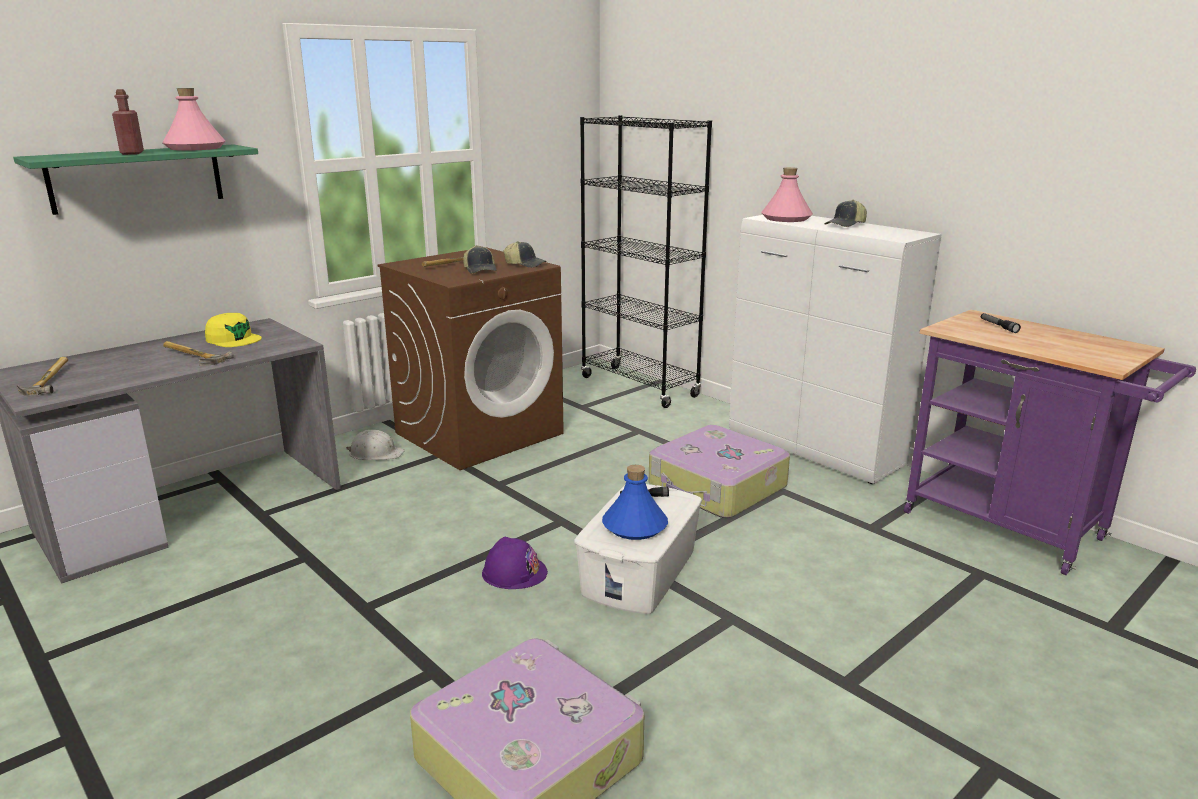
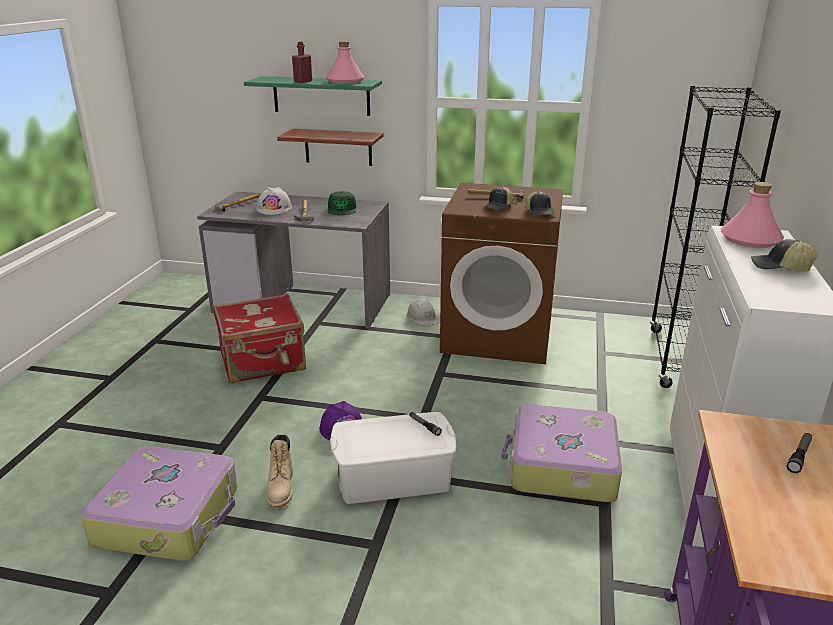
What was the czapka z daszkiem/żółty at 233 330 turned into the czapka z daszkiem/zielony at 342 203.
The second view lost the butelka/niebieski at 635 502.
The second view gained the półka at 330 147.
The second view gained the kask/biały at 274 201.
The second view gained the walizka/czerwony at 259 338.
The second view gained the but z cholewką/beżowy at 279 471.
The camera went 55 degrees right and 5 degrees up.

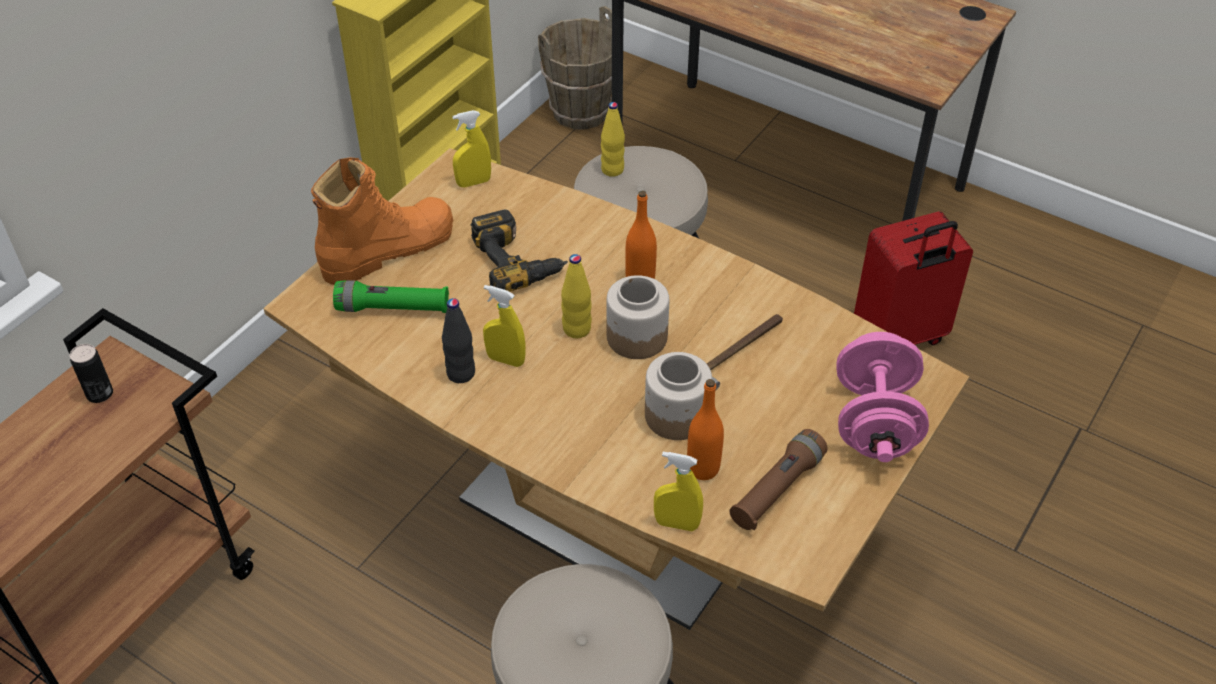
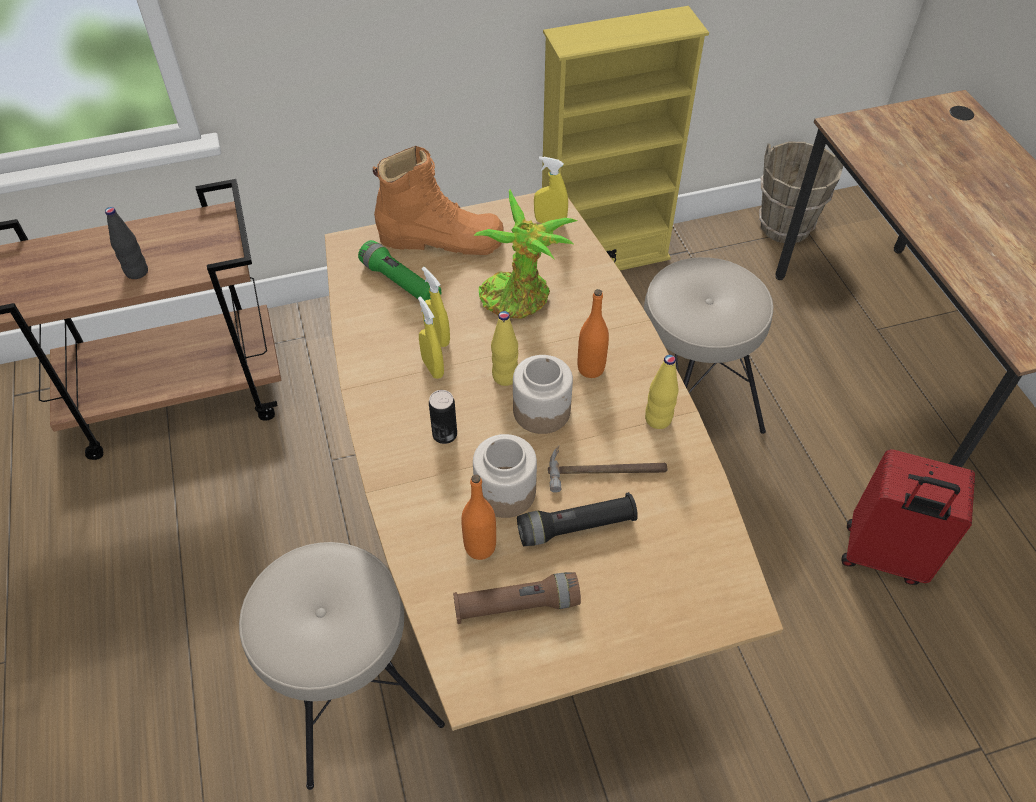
The butelka/żółty ended up elsewhere, having gone from 613 139 to 662 392.
Where the wiertarka stood at 519 250, the roślina doniczkowa came to stand at 525 254.
The butelka/czarny ended up elsewhere, having gone from 458 340 to 126 243.
The second view lost the hantel/różowy at 882 397.
The puszka ended up elsewhere, having gone from 91 373 to 443 417.
The spryskiwacz/żółty ended up elsewhere, having gone from 678 491 to 436 307.
The second view gained the latarka/czarny at 577 519.
The camera went 40 degrees right and 5 degrees up.

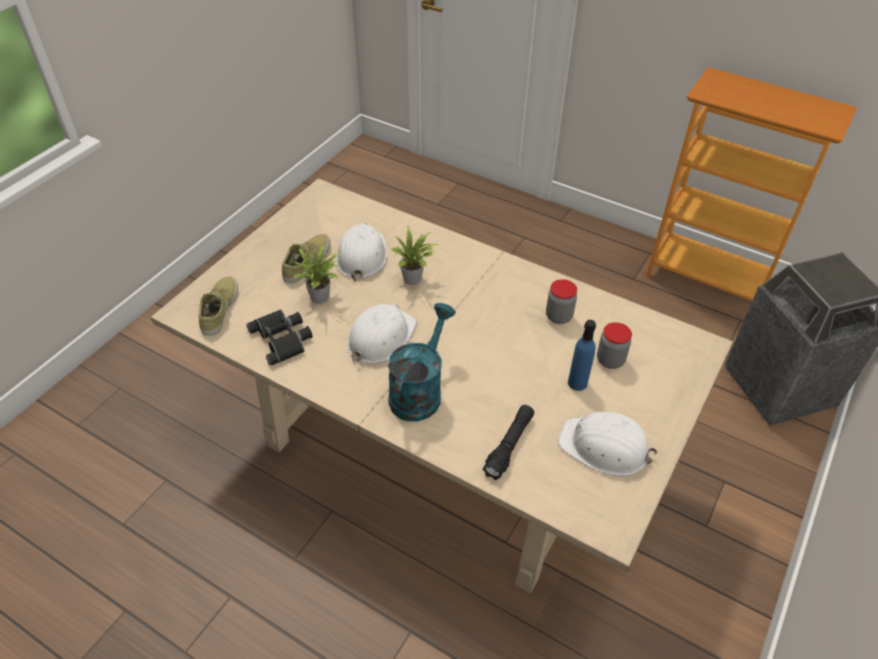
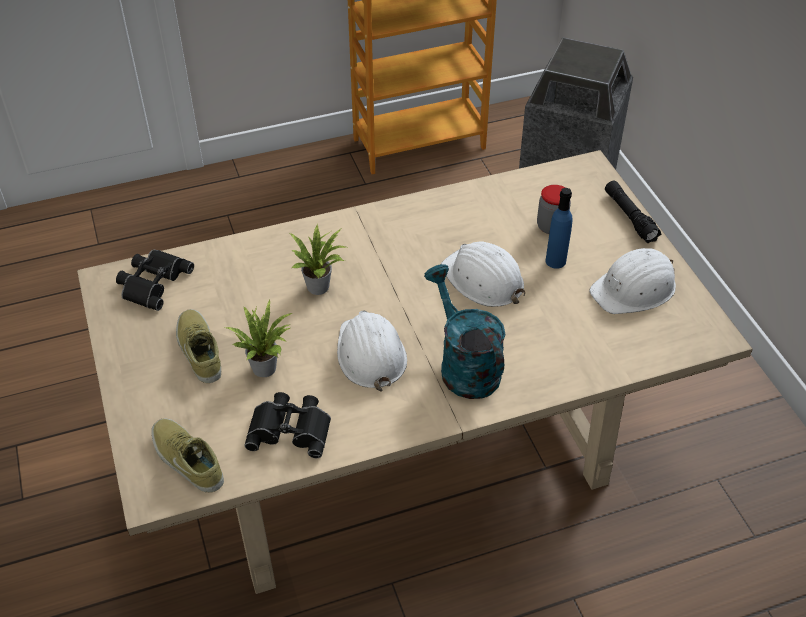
The kask/biały ended up elsewhere, having gone from 361 252 to 483 274.
The second view lost the słoik at 561 301.
The latarka/czarny ended up elsewhere, having gone from 508 442 to 633 212.
The second view gained the lornetka/czarny at 155 280.
The camera went 50 degrees left and 0 degrees up.

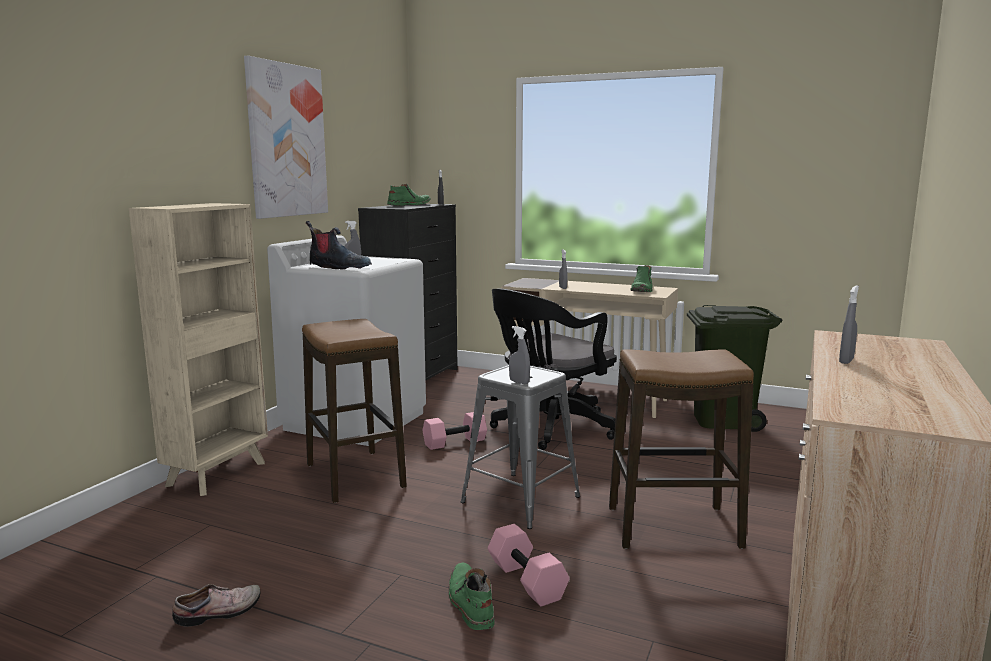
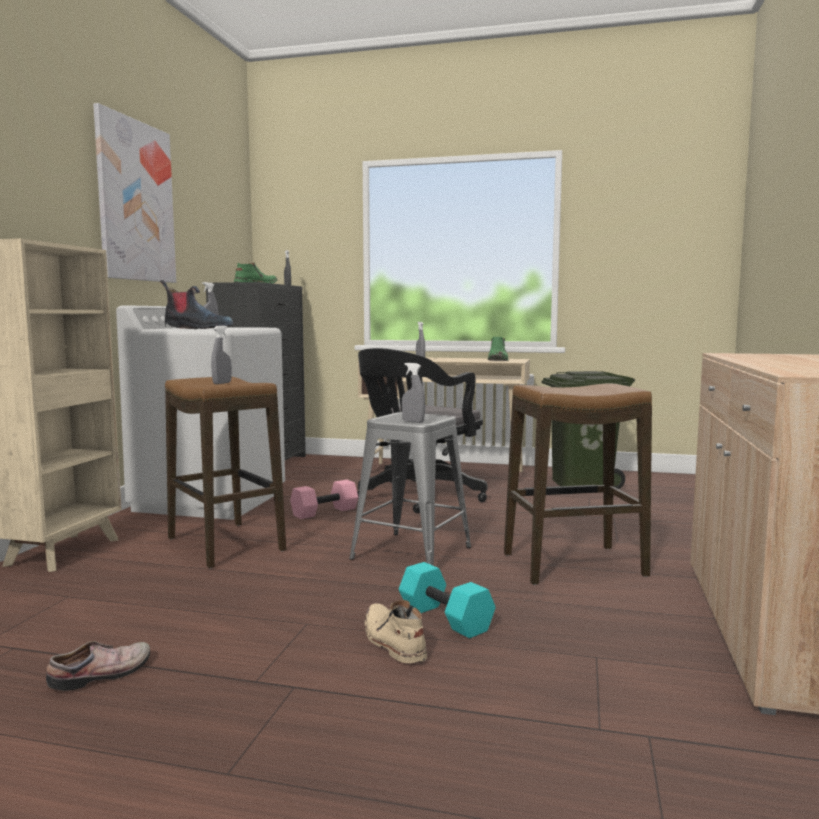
The spryskiwacz/szary ended up elsewhere, having gone from 849 324 to 221 355.
What was the hantel/różowy at 528 565 turned into the hantel/turkusowy at 447 600.
What was the but z cholewką/zielony at 472 596 turned into the but z cholewką/beżowy at 396 631.
The camera went 10 degrees left and 5 degrees down.

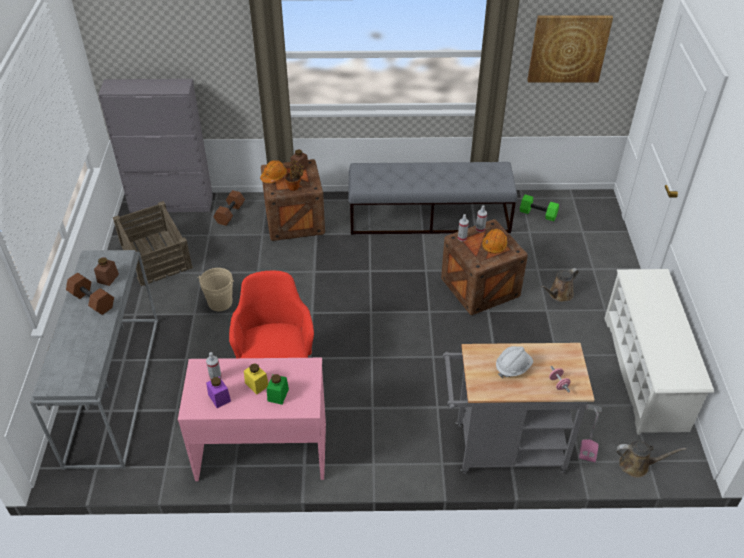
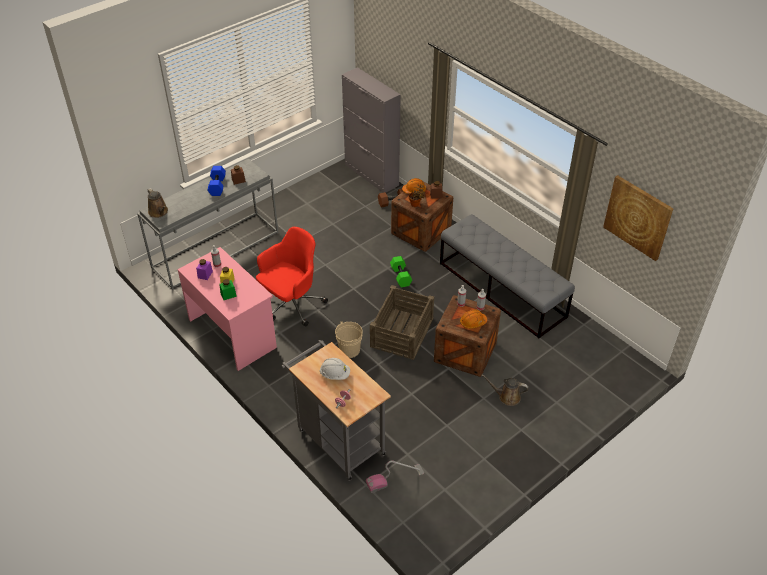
The hantel/zielony ended up elsewhere, having gone from 539 208 to 401 271.
The skrzynka ended up elsewhere, having gone from 153 243 to 402 322.
The wiadro/beżowy ended up elsewhere, having gone from 215 289 to 349 339.
The second view lost the regał na buty/biały at 659 352.
What was the hantel/brązowy at 90 294 turned into the hantel/niebieski at 216 181.
The konewka/brązowy ended up elsewhere, having gone from 651 459 to 157 203.
The camera went 50 degrees right and 0 degrees up.

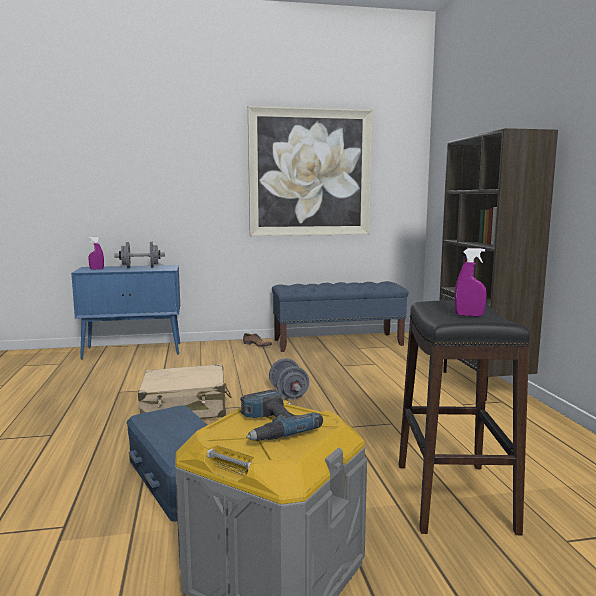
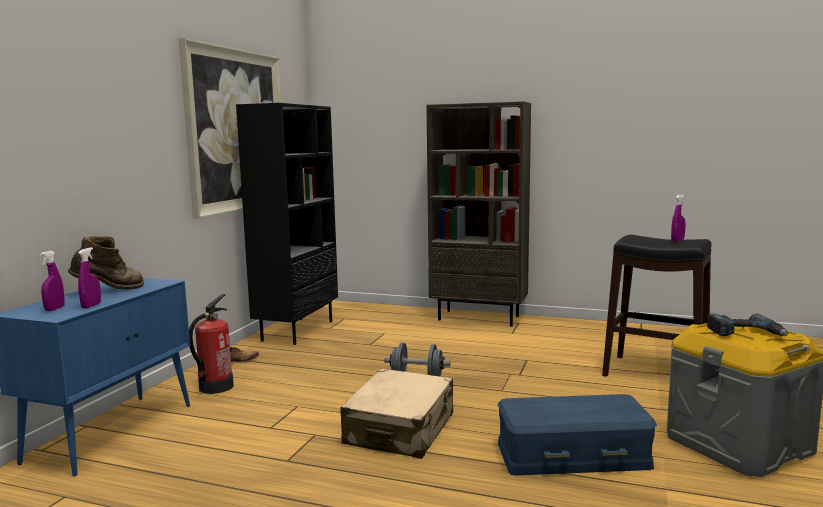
Where the hantel/szary stood at 139 255, the but z cholewką/brązowy came to stand at 106 263.
Where the ławka/niebieski stood at 340 316, the regał/czarny came to stand at 287 224.
The second view gained the spryskiwacz/fioletowy at 89 278.
The second view gained the gaśnica at 211 344.
The camera went 60 degrees left and 0 degrees up.

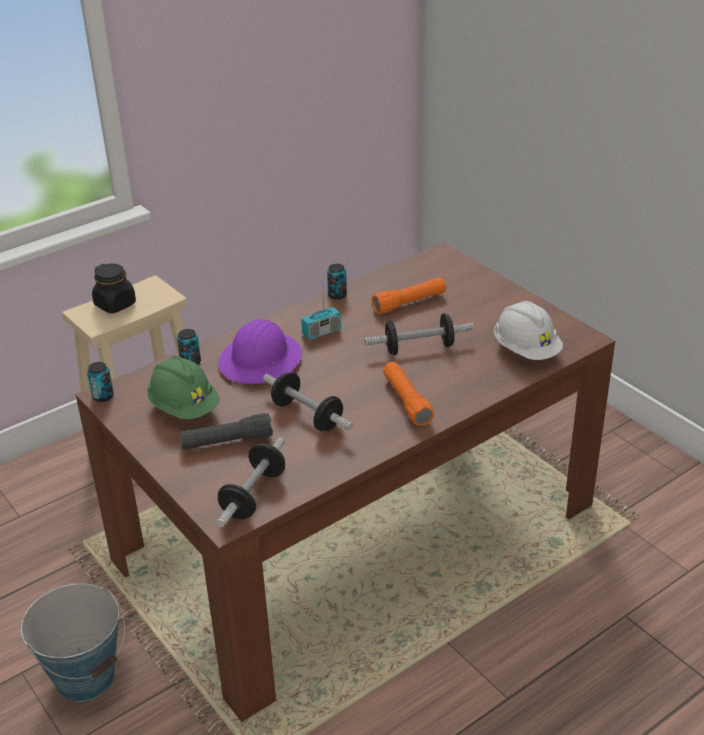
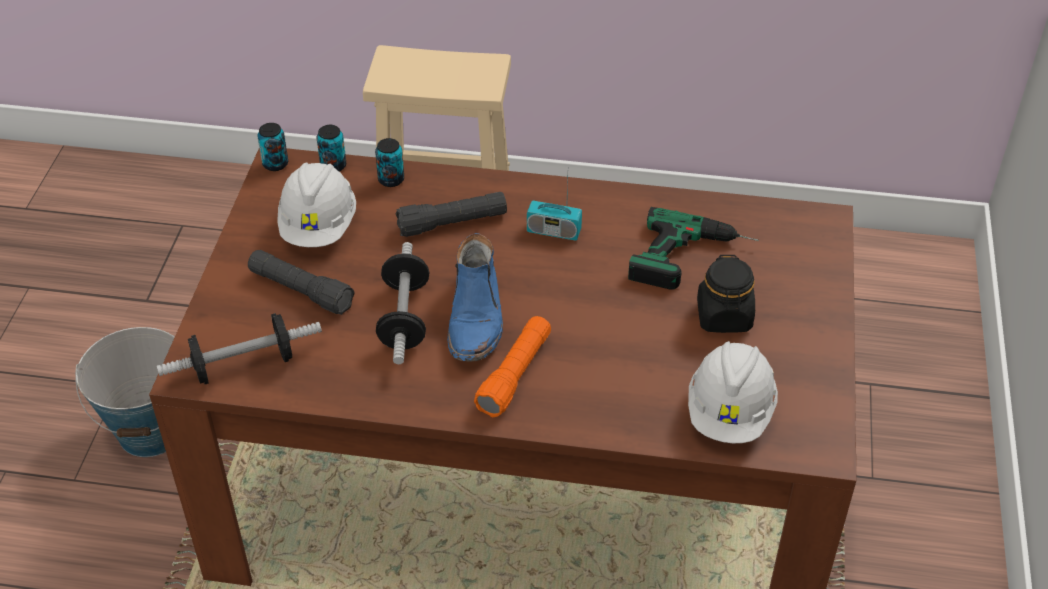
The słoik/czarny ended up elsewhere, having gone from 114 288 to 726 294.
The puszka ended up elsewhere, having gone from 337 282 to 331 148.
Where the latarka/pomarańczowy stood at 408 295, the wiertarka came to stand at 693 248.
The second view lost the hantel at 419 334.
Where the kask/fioletowy stood at 260 351, the latarka/czarny came to stand at 451 214.
What was the kask/zielony at 183 387 turned into the kask/biały at 316 205.
The second view gained the but z cholewką/niebieski at 475 297.
The camera went 45 degrees right and 10 degrees up.

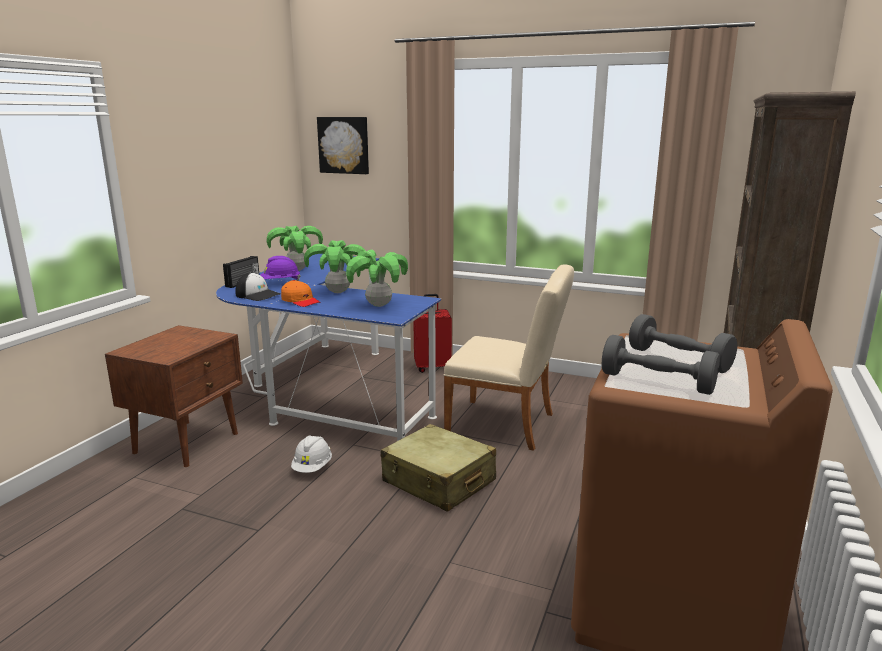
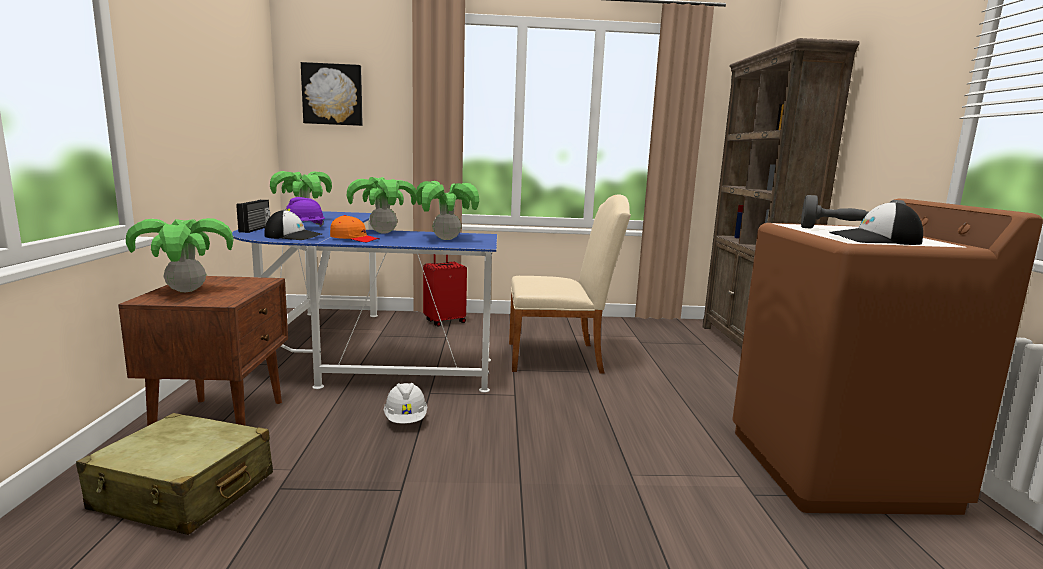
Where the hantel/szary stood at 661 365, the czapka z daszkiem came to stand at 876 223.
The walizka/beżowy ended up elsewhere, having gone from 438 468 to 174 474.
The second view gained the roślina doniczkowa at 180 255.
The camera went 25 degrees left and 5 degrees down.

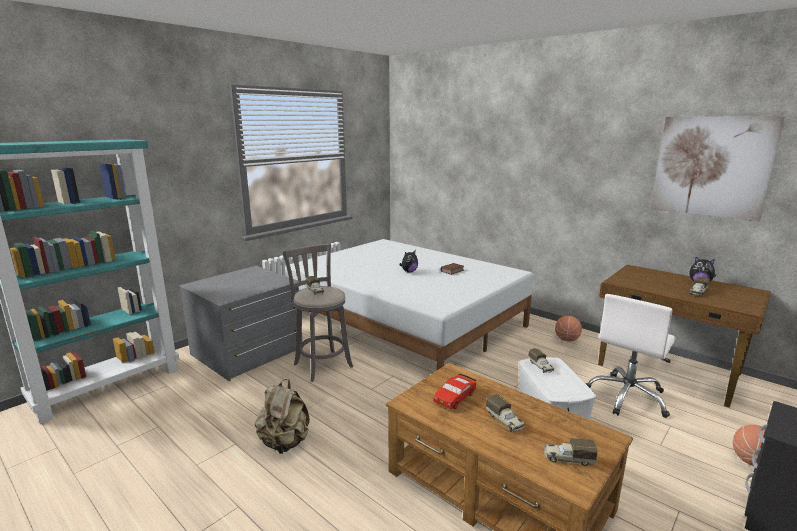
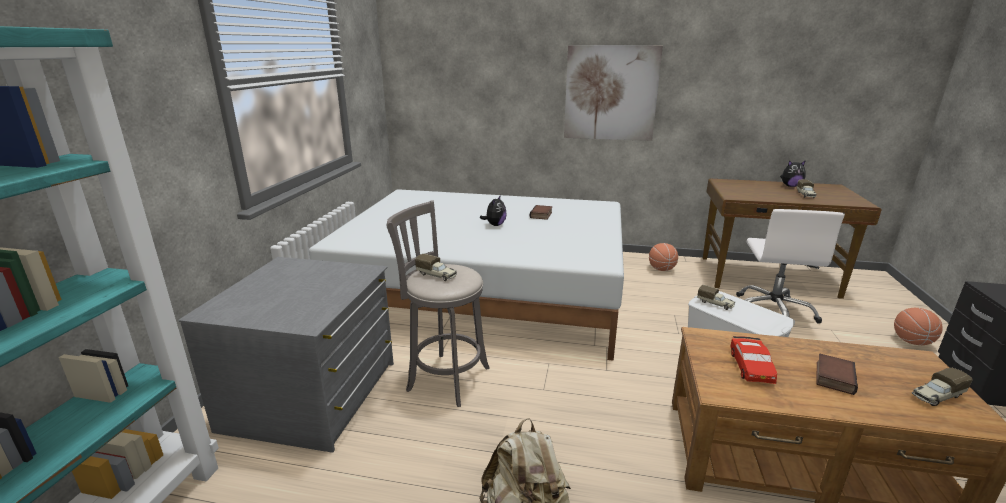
The obraz ended up elsewhere, having gone from 718 168 to 613 93.
Where the ciężarówka zabawkowa stood at 505 413, the książka came to stand at 837 374.
The camera went 30 degrees left and 5 degrees up.

